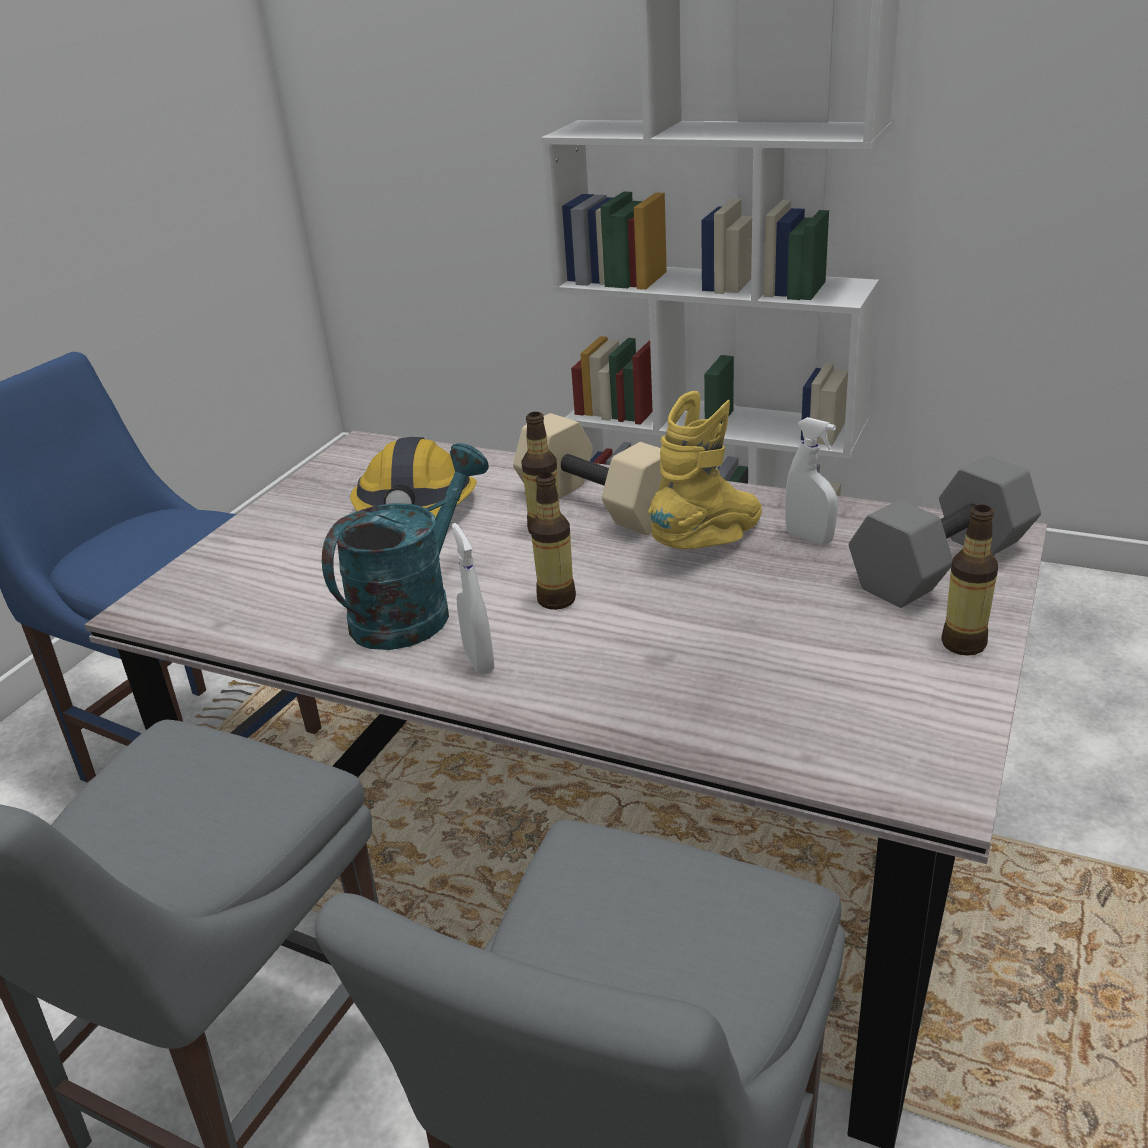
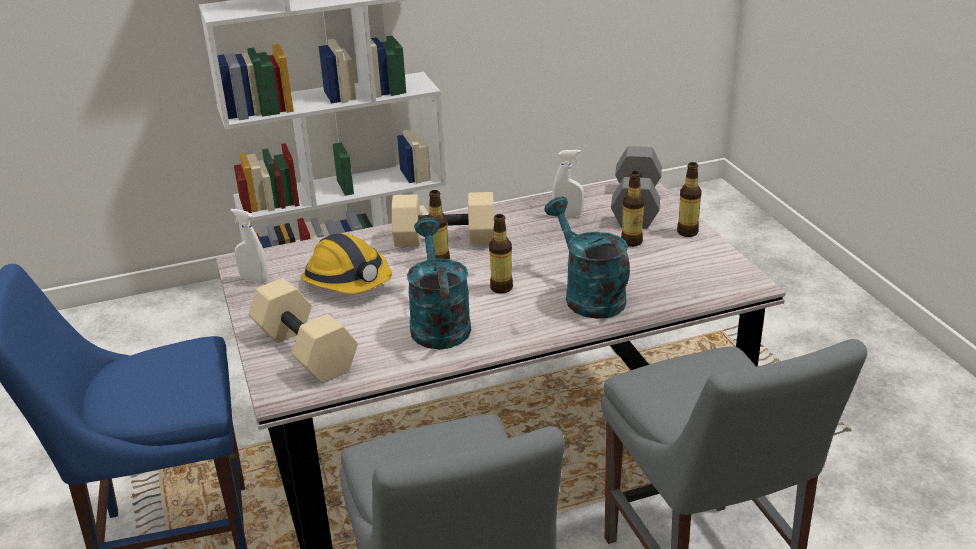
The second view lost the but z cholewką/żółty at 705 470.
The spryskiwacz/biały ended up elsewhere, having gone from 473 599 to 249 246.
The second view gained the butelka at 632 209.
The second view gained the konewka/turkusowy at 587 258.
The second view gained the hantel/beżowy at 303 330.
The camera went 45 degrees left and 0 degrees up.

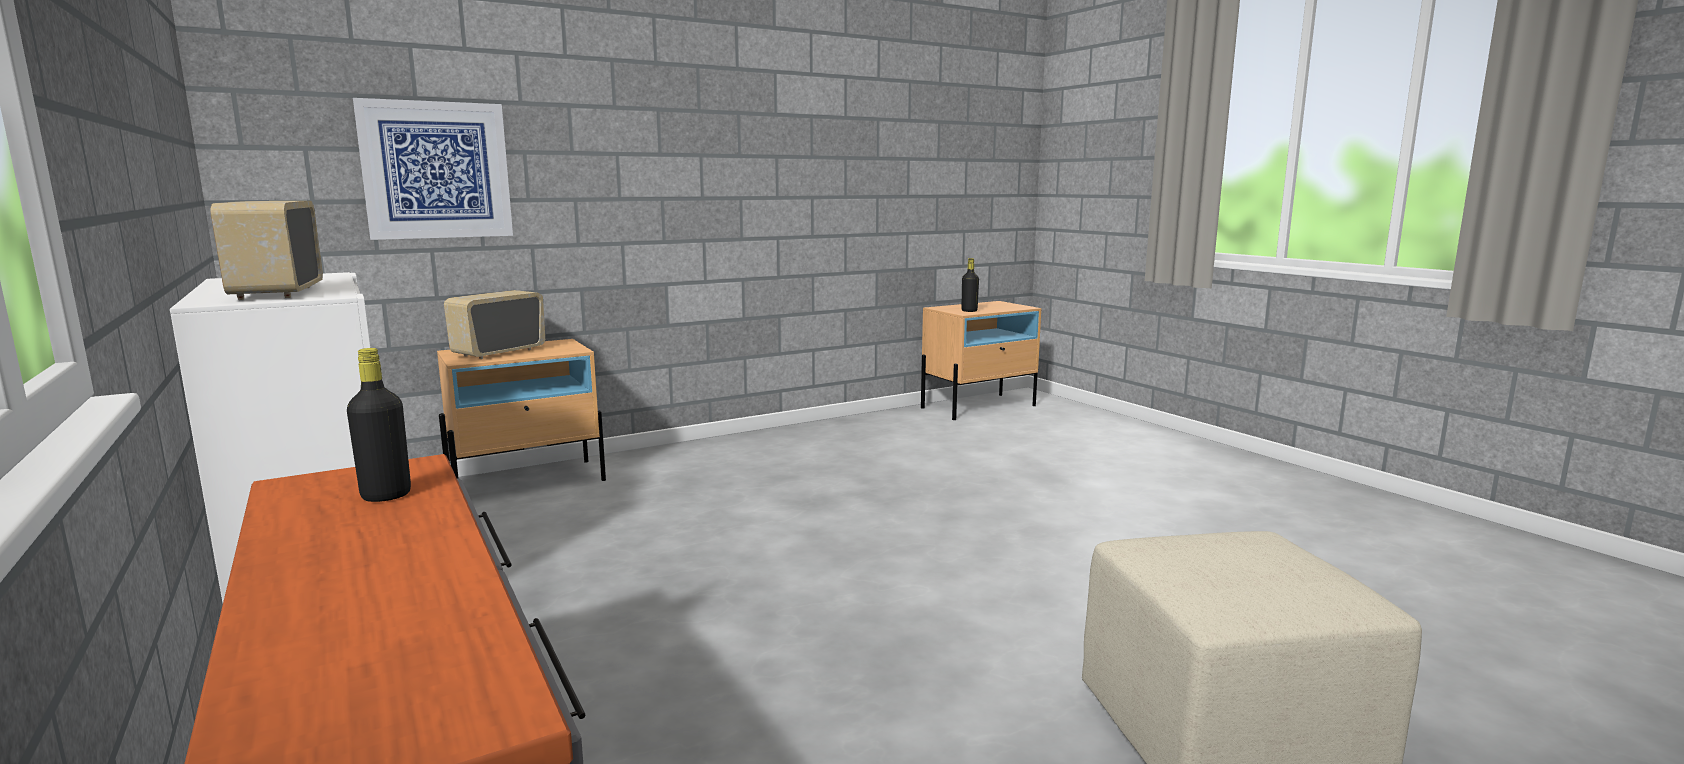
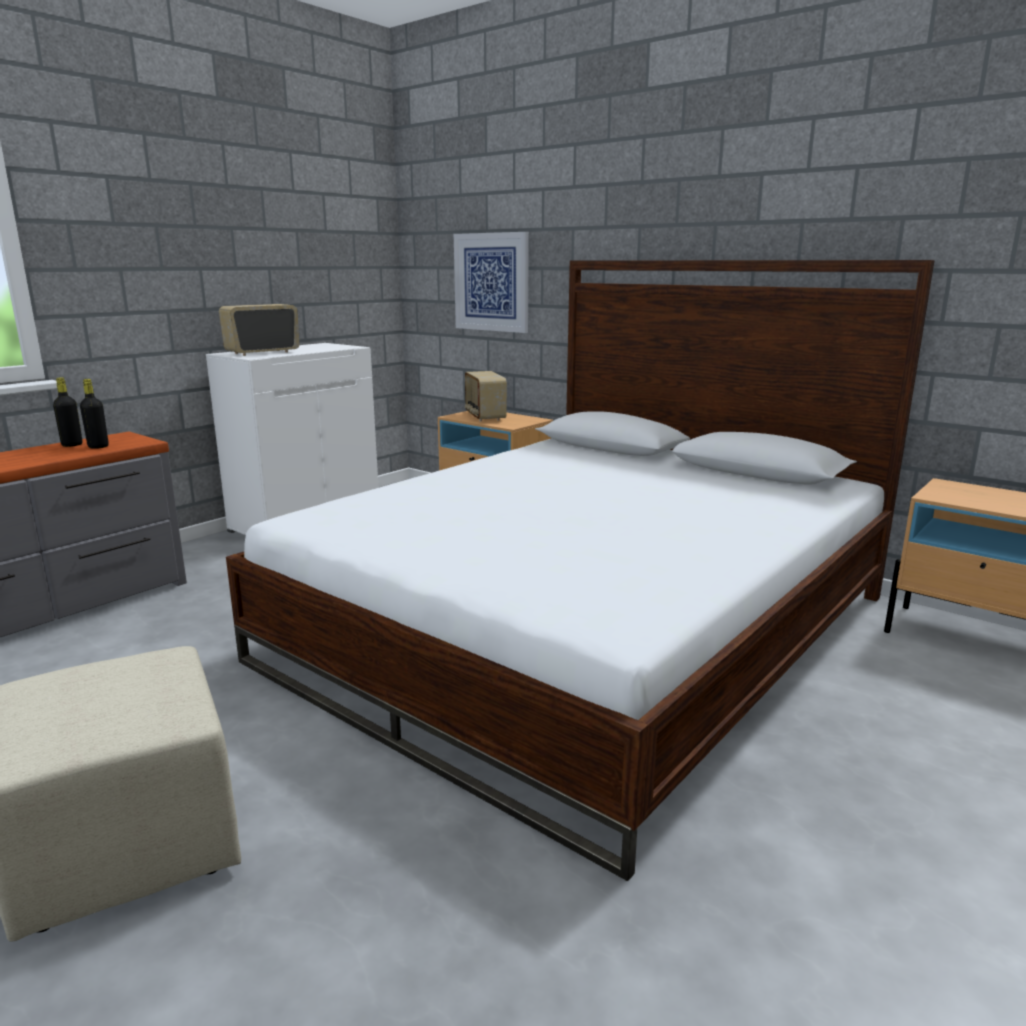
The butelka/czarny ended up elsewhere, having gone from 970 285 to 67 412.
The radio at 494 324 ended up facing another way, 120 degrees counterclockwise from before.
The second view gained the łóżko at 580 570.
The camera went 70 degrees right and 5 degrees up.

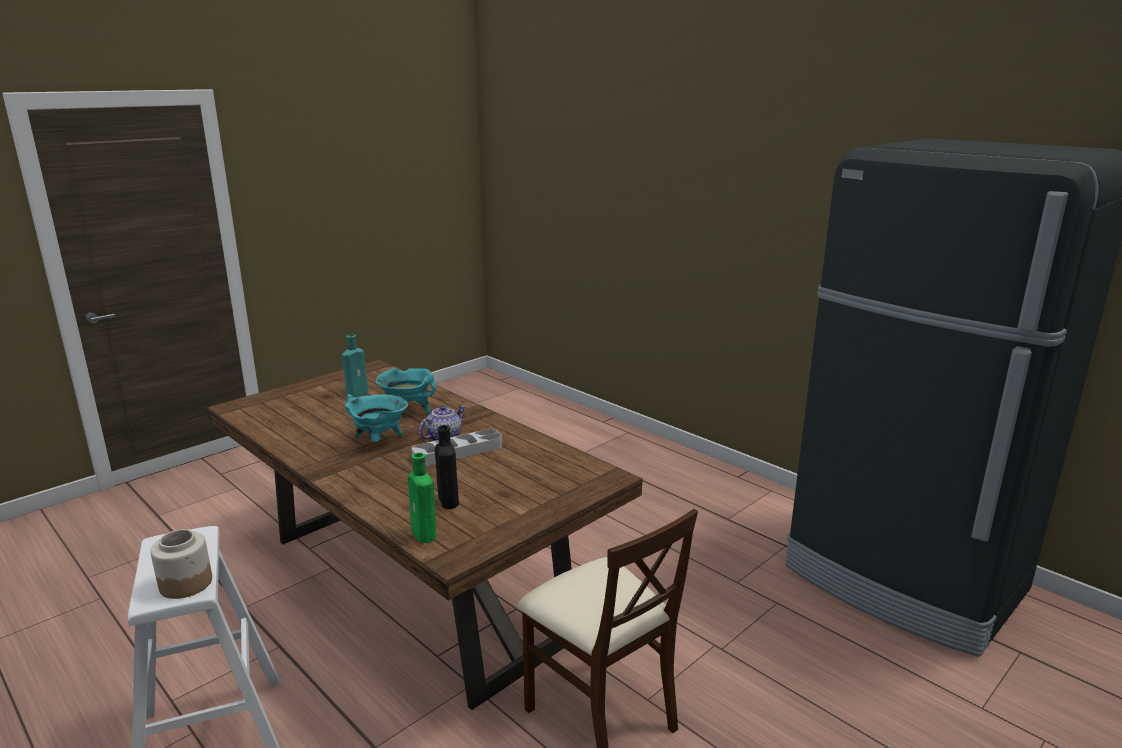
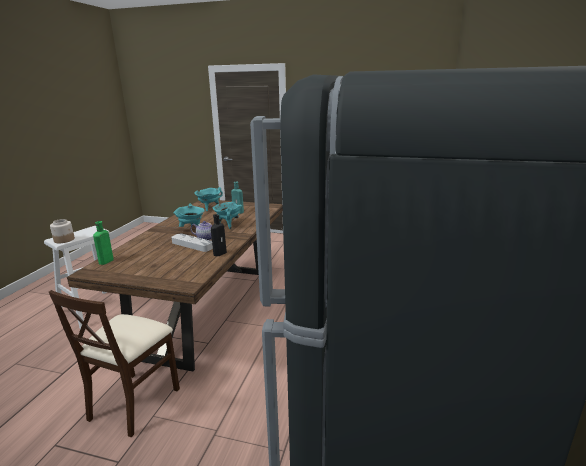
The butelka/czarny ended up elsewhere, having gone from 447 467 to 219 235.
The second view gained the garnek/turkusowy at 208 199.
The camera went 60 degrees right and 0 degrees up.

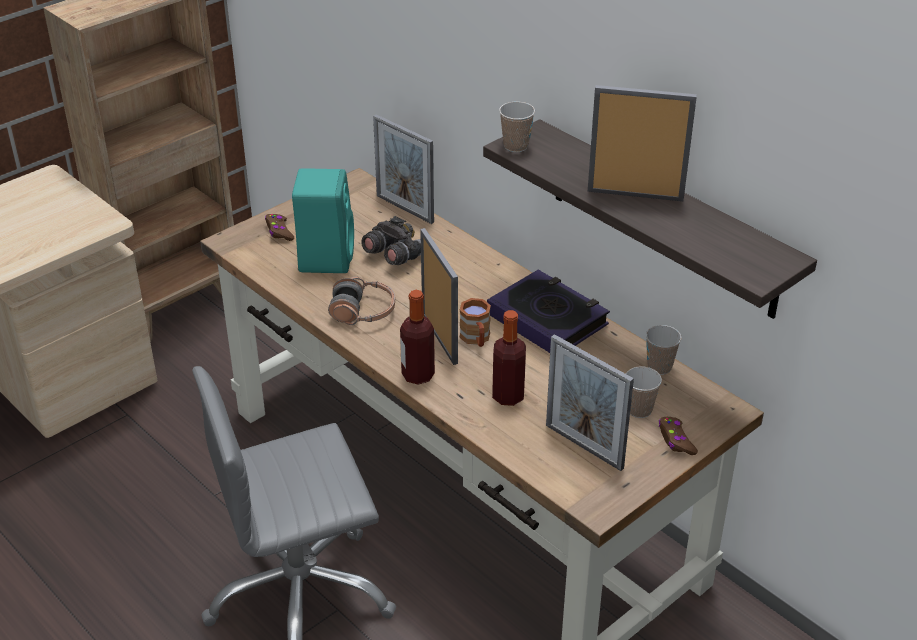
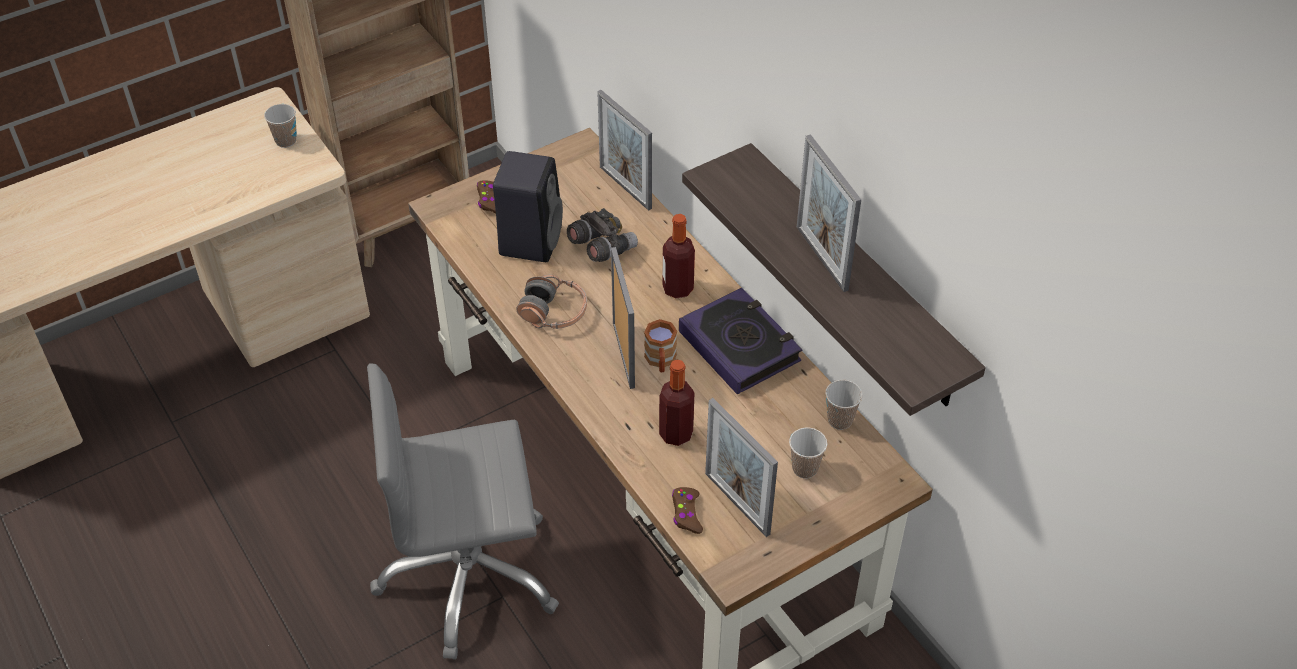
The ramka na zdjęcie at 642 143 ended up facing another way, 135 degrees counterclockwise from before.
The filiżanka ended up elsewhere, having gone from 517 127 to 280 126.
What was the głośnik/turkusowy at 323 220 turned into the głośnik/czarny at 528 206.
The butelka ended up elsewhere, having gone from 417 337 to 678 256.
The pad do gier/brązowy ended up elsewhere, having gone from 678 436 to 687 510.
The camera went 10 degrees right and 10 degrees up.

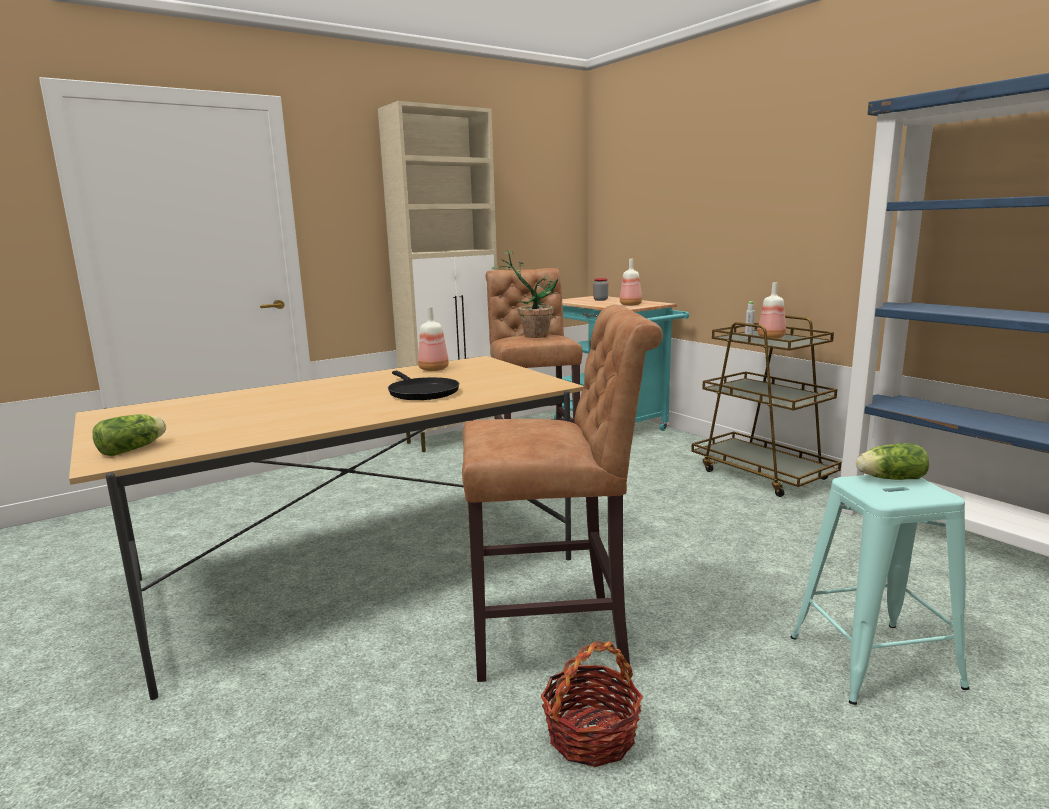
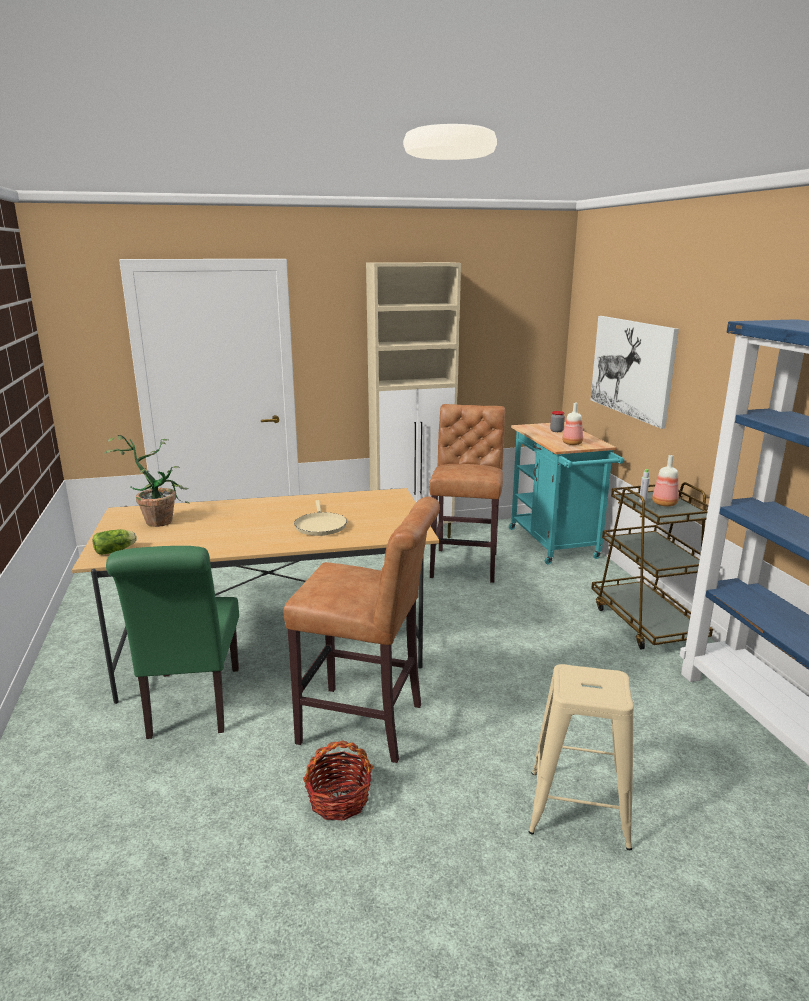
The roślina doniczkowa ended up elsewhere, having gone from 525 294 to 147 481.
The second view lost the butelka at 433 338.
What was the patelnia/czarny at 423 385 turned into the patelnia/beżowy at 320 518.
The second view lost the sałata at 892 461.
What was the stołek/turkusowy at 880 590 turned into the stołek/beżowy at 581 757.
The second view gained the obraz at 634 372.
The second view gained the krzesło/zielony at 172 642.
The camera went 20 degrees right and 5 degrees up.

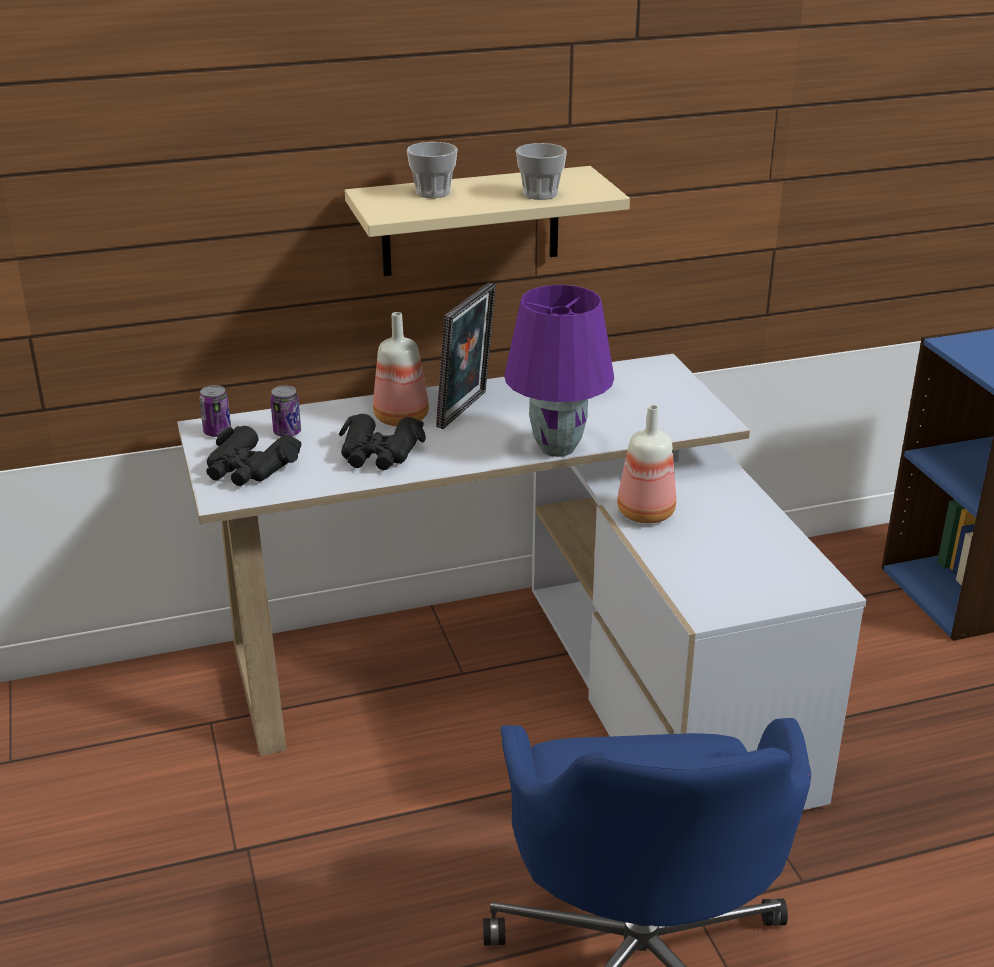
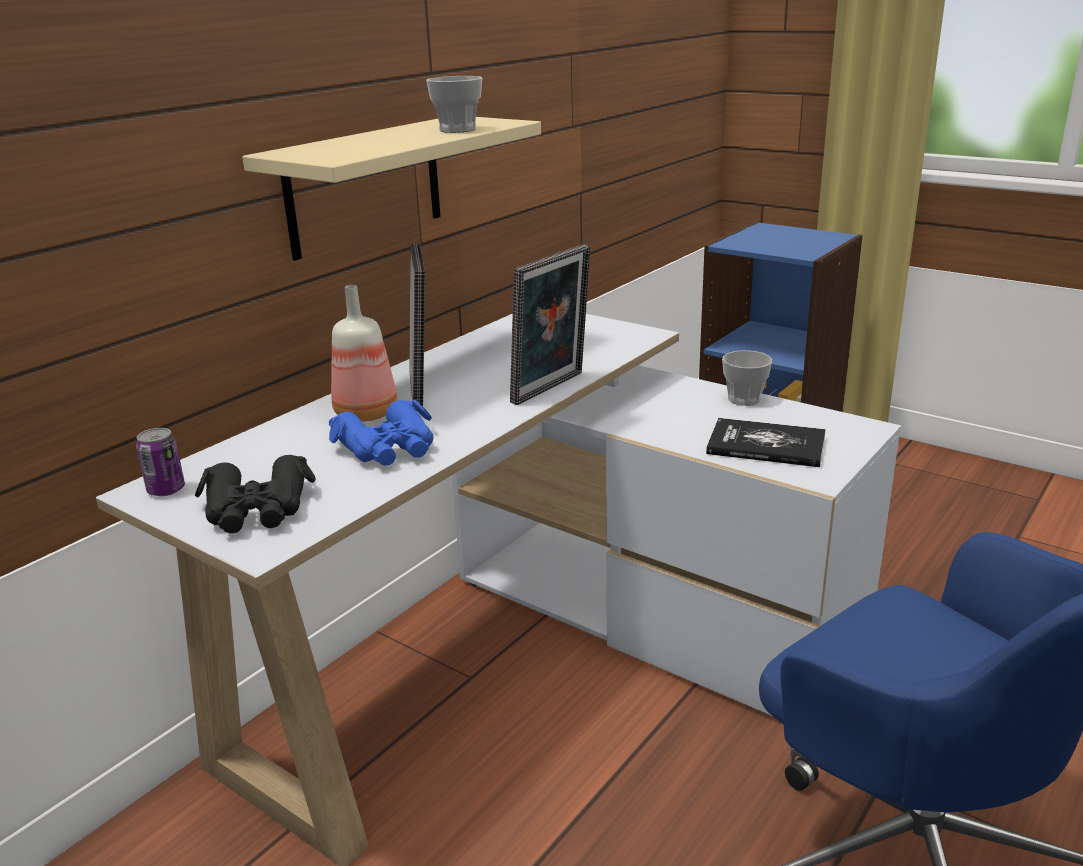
The filiżanka ended up elsewhere, having gone from 432 170 to 747 378.
Where the lampa stołowa/fioletowy stood at 559 371, the ramka na zdjęcie came to stand at 550 324.
The second view lost the puszka at 285 411.
The second view lost the butelka at 646 464.
What was the lornetka/czarny at 382 442 turned into the lornetka/niebieski at 381 433.
The second view gained the książka at 766 442.
The camera went 35 degrees left and 5 degrees down.

